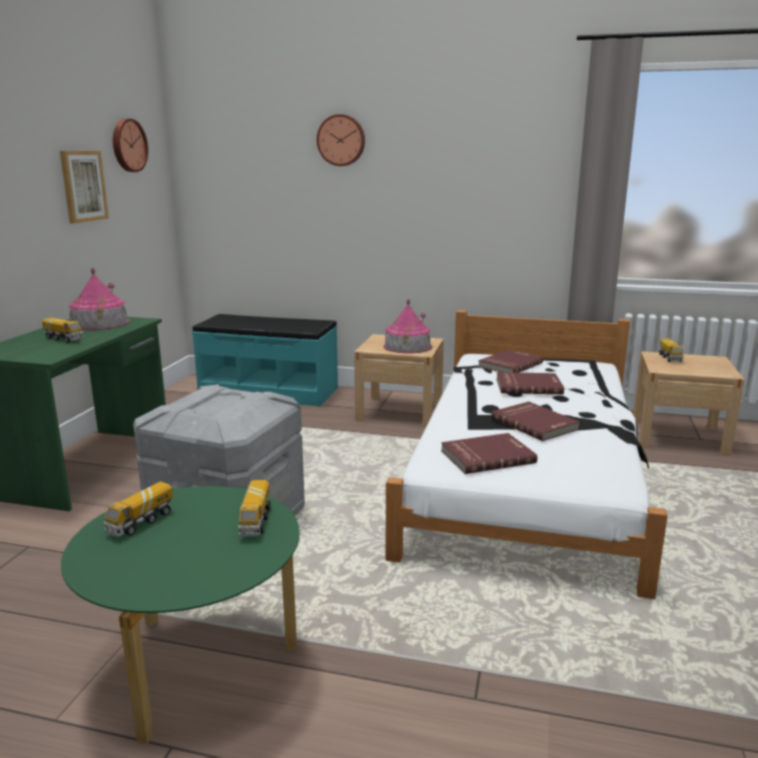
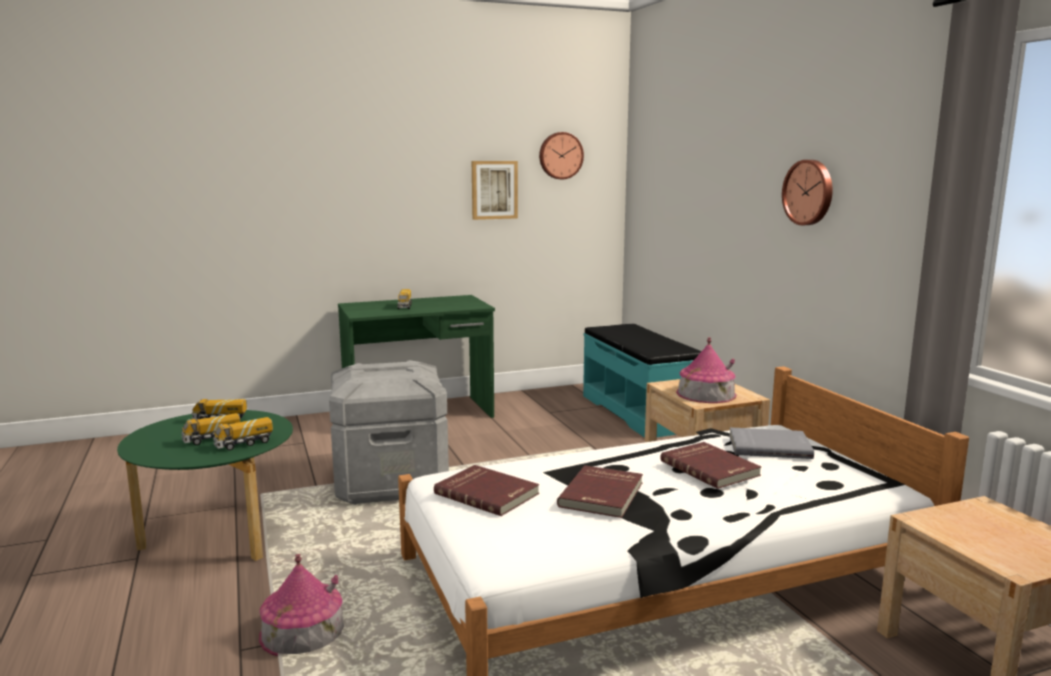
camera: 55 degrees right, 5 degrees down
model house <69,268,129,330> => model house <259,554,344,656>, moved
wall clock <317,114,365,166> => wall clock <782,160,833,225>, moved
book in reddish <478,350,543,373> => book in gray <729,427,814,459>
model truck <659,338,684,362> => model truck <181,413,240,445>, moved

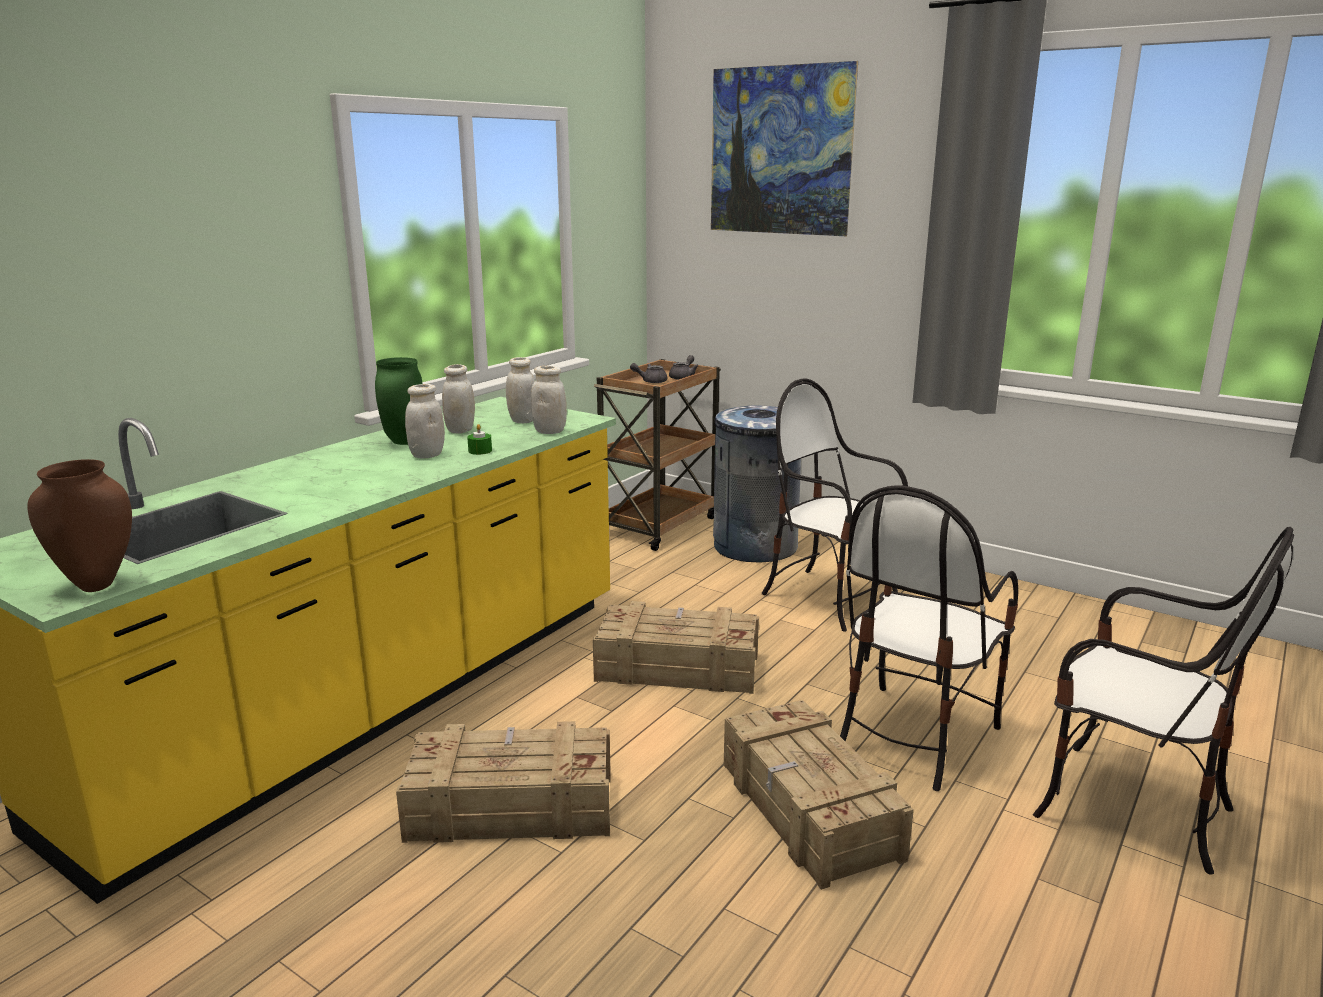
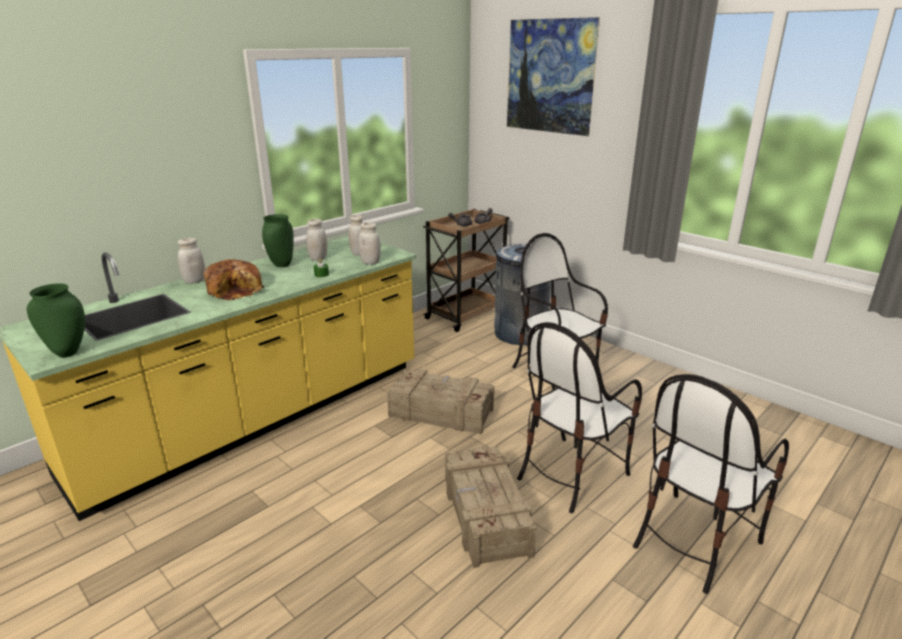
camera: 10 degrees right, 5 degrees up
flower vase in brown-coloured <27,459,132,592> => flower vase in greenish <27,283,85,358>
crate <396,721,611,843> => nothing
storage jar in white <405,384,445,458> => storage jar in white <178,238,205,284>, moved
plain chair <1033,527,1294,875> => plain chair <633,374,789,594>, 90 degrees clockwise
nothing => baked bread <203,259,264,300>

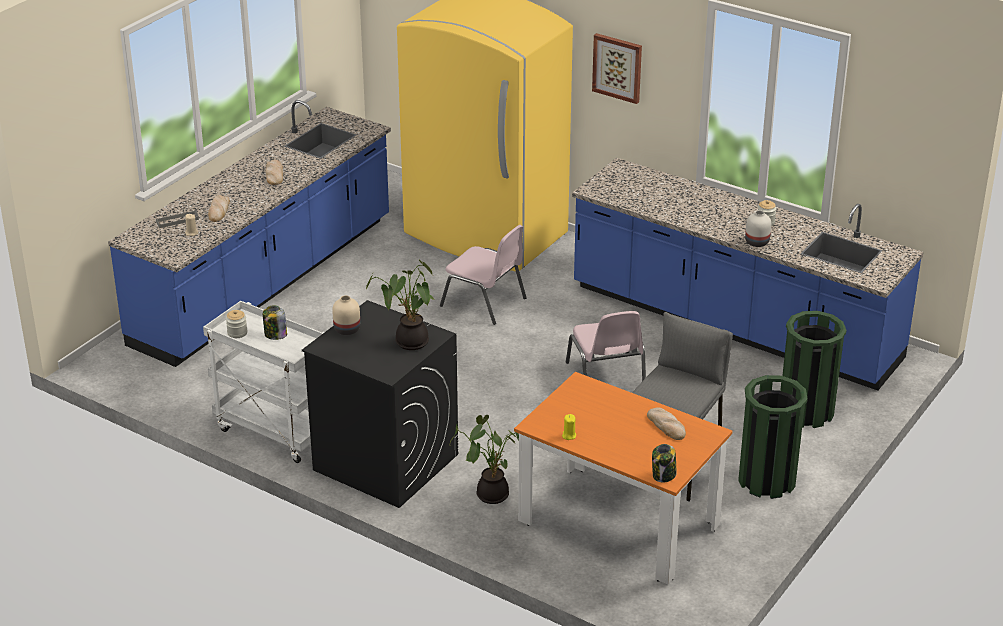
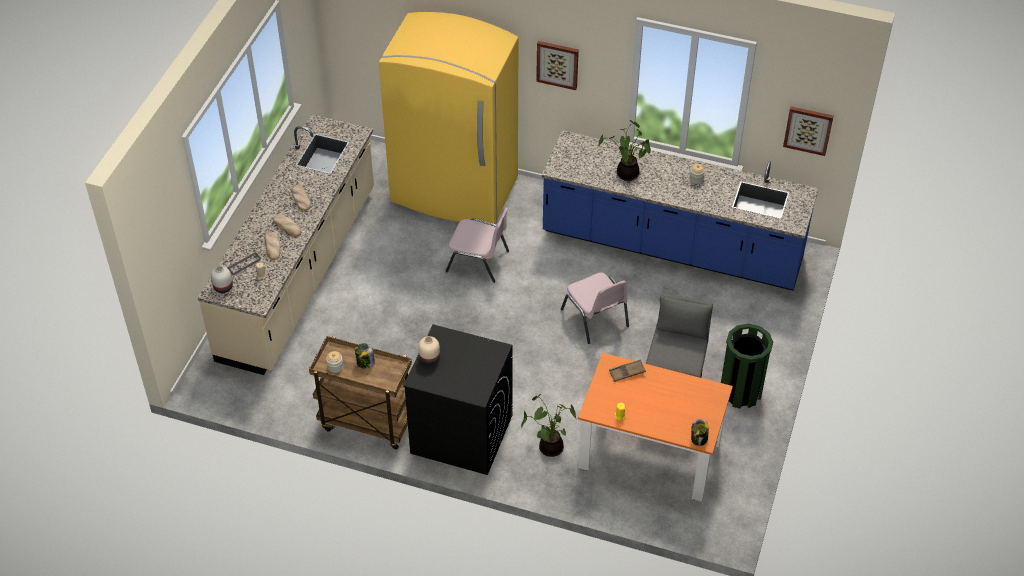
camera: 15 degrees left, 15 degrees up
kitchen counter in blue <108,100,391,367> => kitchen counter in beige <198,114,374,375>
wheeled cart in white <203,301,324,463> => wheeled cart in brown-coloured <309,336,412,450>
plant in a pot <366,260,434,350> => plant in a pot <598,120,651,181>, moved
baked bread <647,407,686,440> => baked bread <273,214,301,237>, moved
flower vase in white <745,210,771,247> => flower vase in white <211,266,233,293>, moved
rubbish bin in greenish <782,311,847,428> => nothing
nothing => tray in brown-coloured <609,359,646,382>
nothing => wall art <783,106,834,156>

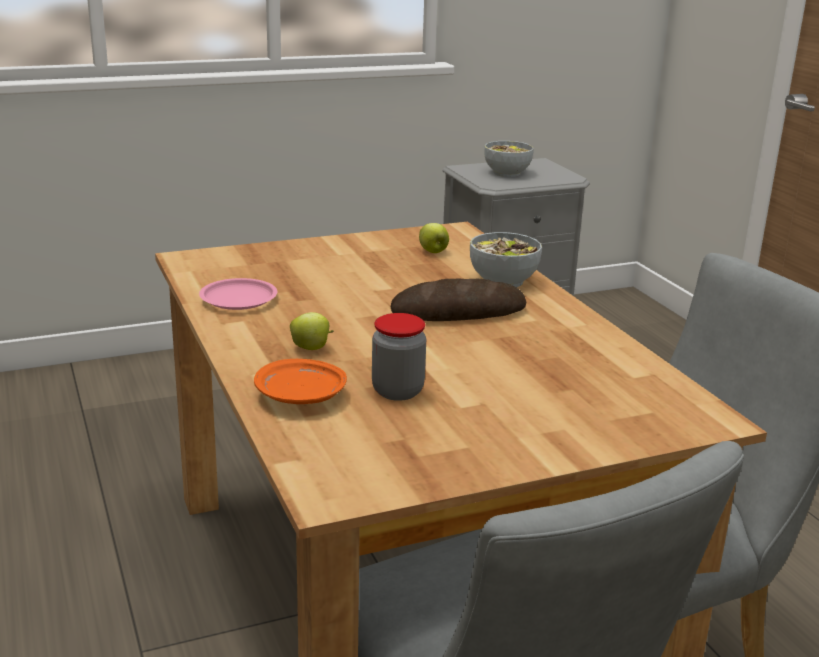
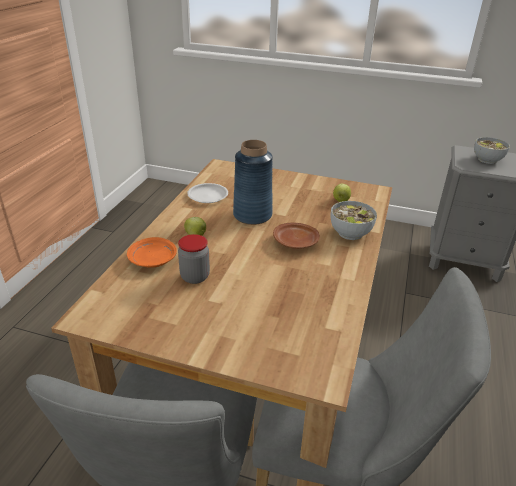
camera: 40 degrees right, 10 degrees up
dinner plate in pink <199,278,277,310> => dinner plate in white <187,183,228,203>
baked bread <391,279,526,321> => dinner plate in brown-coloured <273,223,320,249>
nothing => flower vase in blue <233,140,273,225>

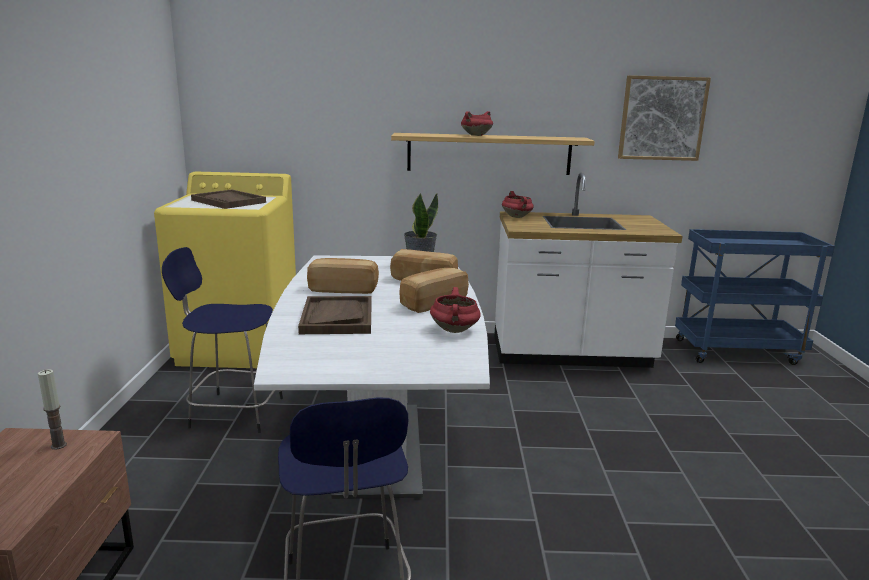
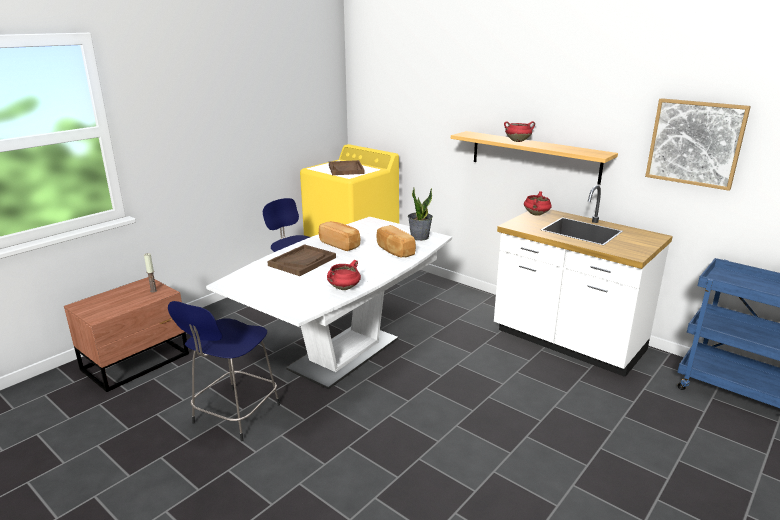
camera: 40 degrees right, 5 degrees up
baked bread <399,268,469,313> => nothing

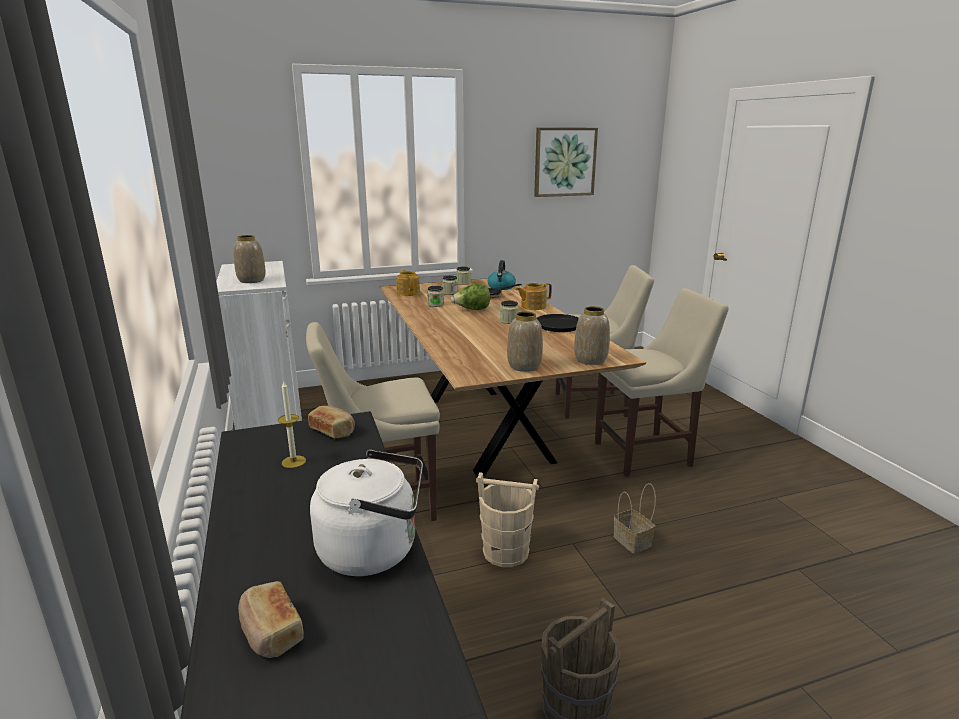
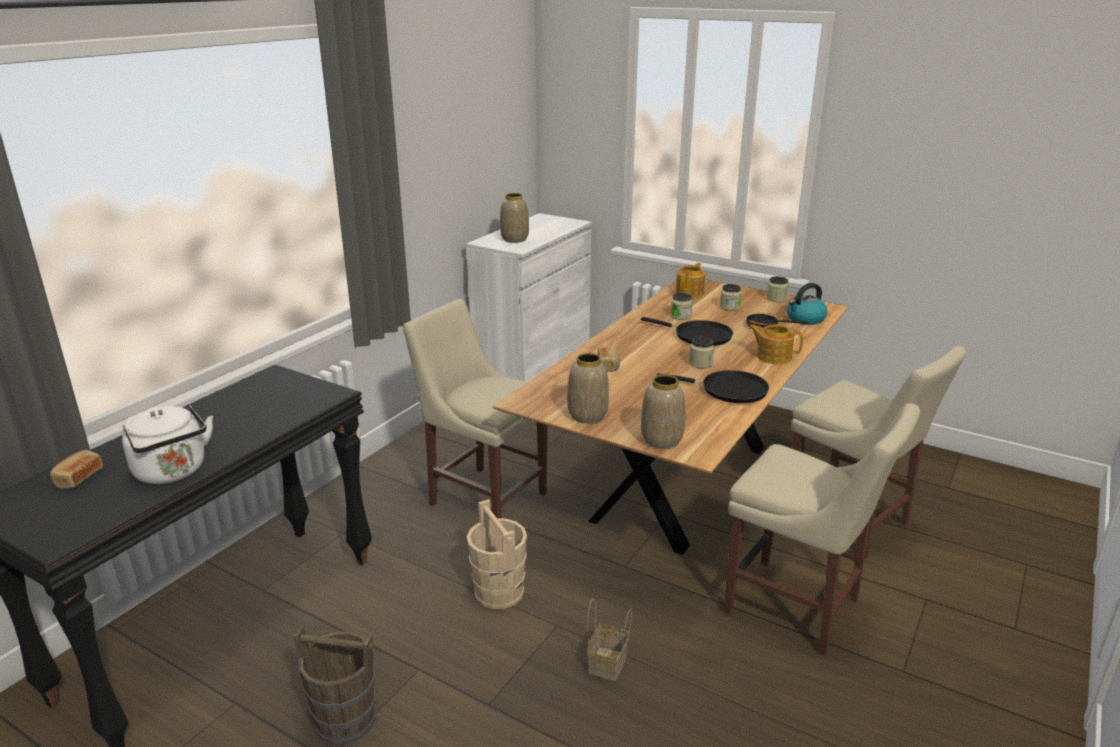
camera: 50 degrees right, 5 degrees up
wax candle <278,381,306,468> => nothing
baked bread <308,406,355,438> => baked bread <598,346,620,372>, moved
head of lettuce <451,284,491,310> => frying pan in black <641,317,733,346>
wall art <534,128,598,197> => nothing

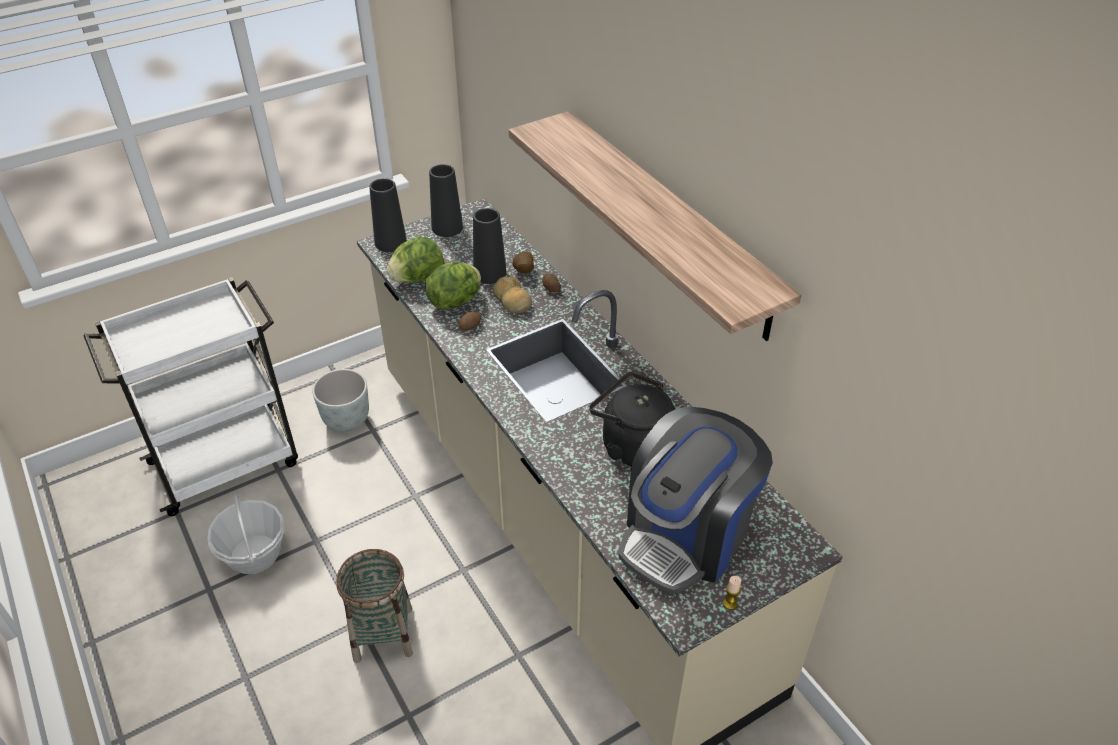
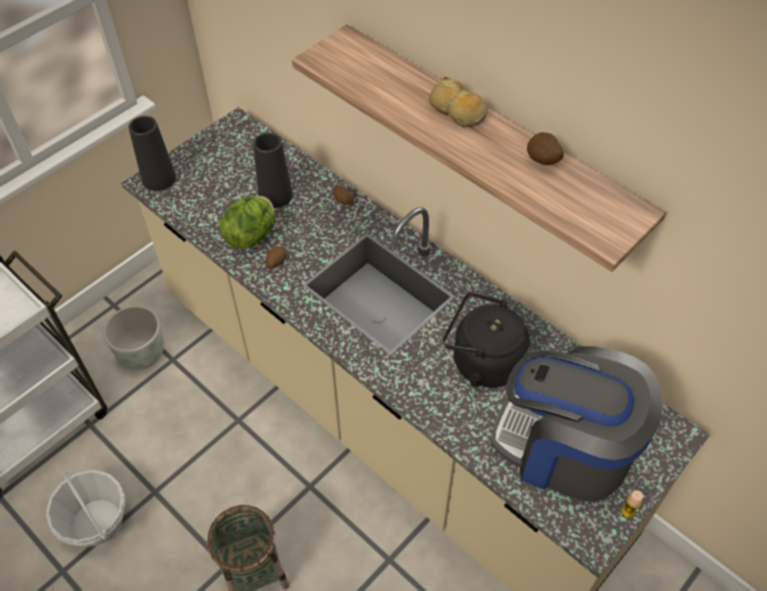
camera: 15 degrees left, 10 degrees up
head of lettuce <387,237,445,283> => nothing
flower vase in black <429,164,463,237> => nothing
baked bread <493,274,531,313> => baked bread <428,77,487,127>, moved
whole potato <513,252,534,273> => whole potato <527,132,564,165>, moved
coffee machine <619,406,773,594> => coffee machine <491,346,663,502>, 90 degrees clockwise

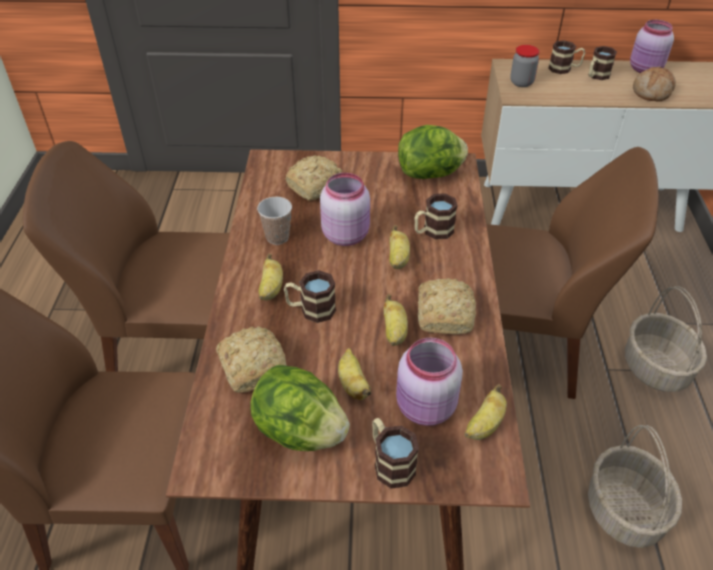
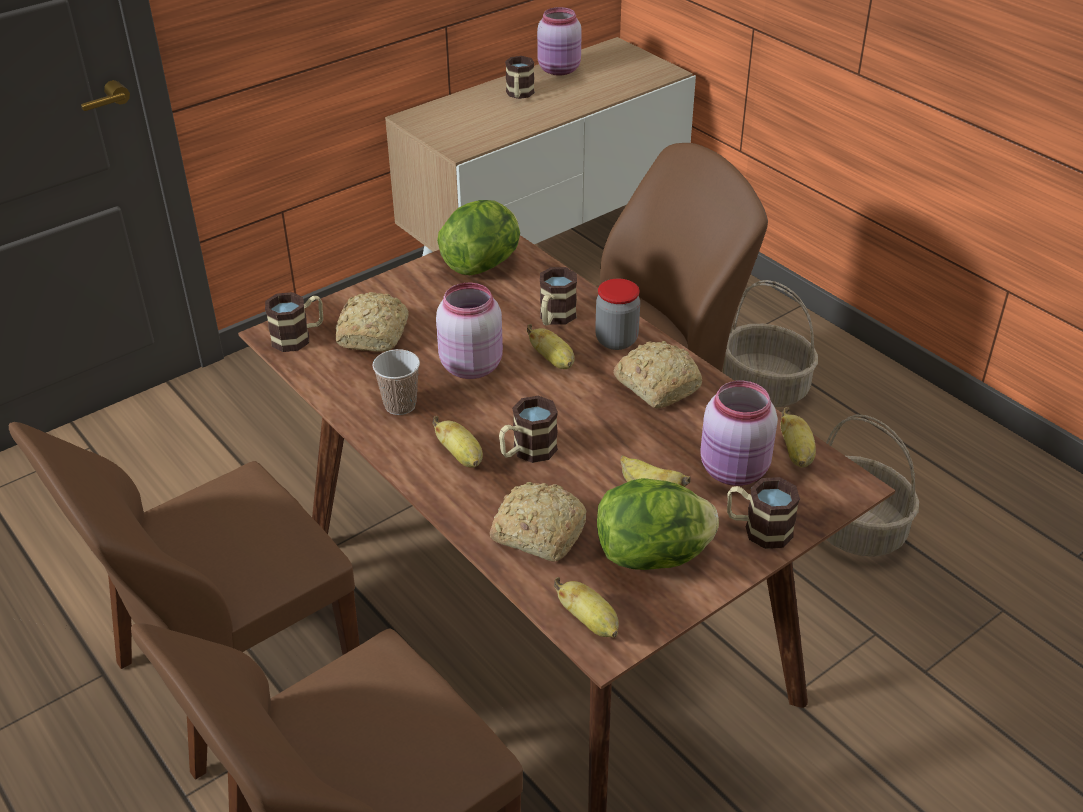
camera: 40 degrees left, 5 degrees down
whole banana <384,294,408,346> => whole banana <554,577,619,638>, moved
storage jar <510,45,540,87> => storage jar <595,279,640,350>, moved
tea mug <548,40,585,74> => tea mug <265,292,323,352>, moved
baked bread <633,67,676,102> => nothing

